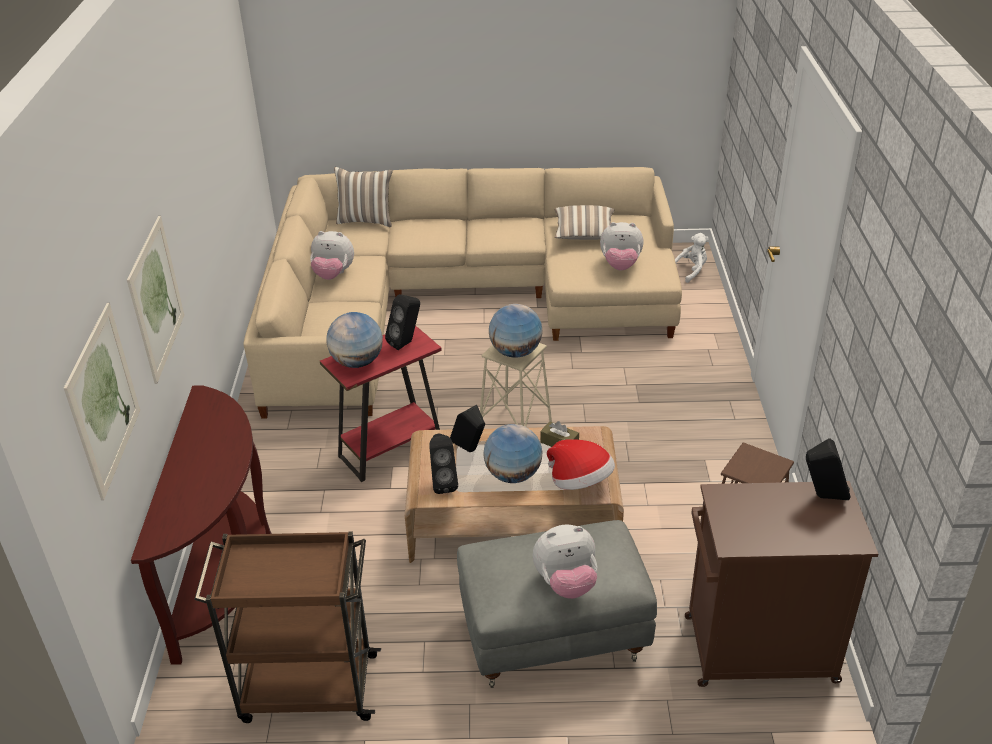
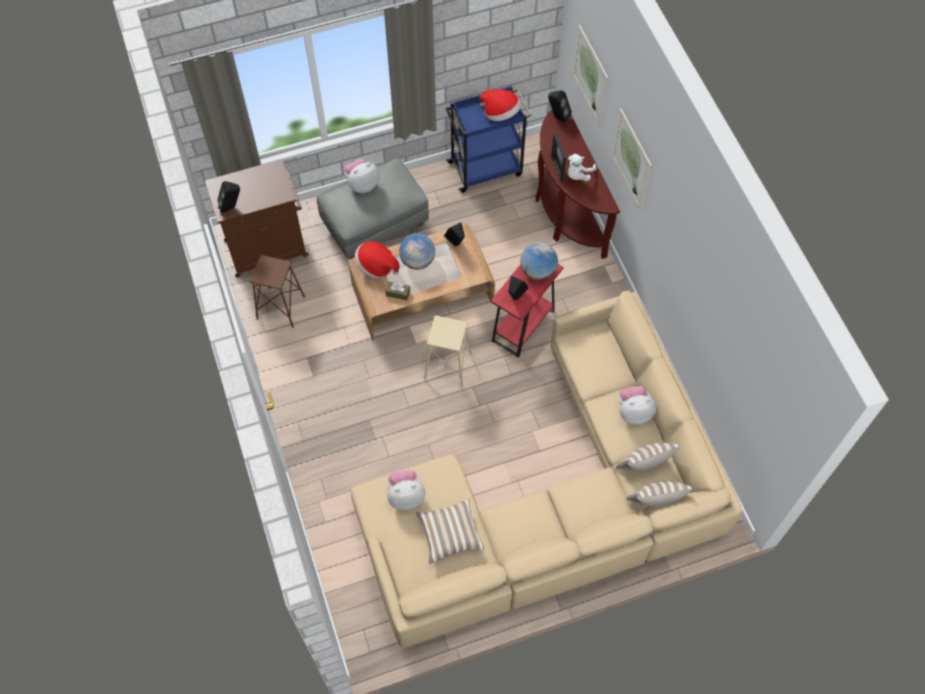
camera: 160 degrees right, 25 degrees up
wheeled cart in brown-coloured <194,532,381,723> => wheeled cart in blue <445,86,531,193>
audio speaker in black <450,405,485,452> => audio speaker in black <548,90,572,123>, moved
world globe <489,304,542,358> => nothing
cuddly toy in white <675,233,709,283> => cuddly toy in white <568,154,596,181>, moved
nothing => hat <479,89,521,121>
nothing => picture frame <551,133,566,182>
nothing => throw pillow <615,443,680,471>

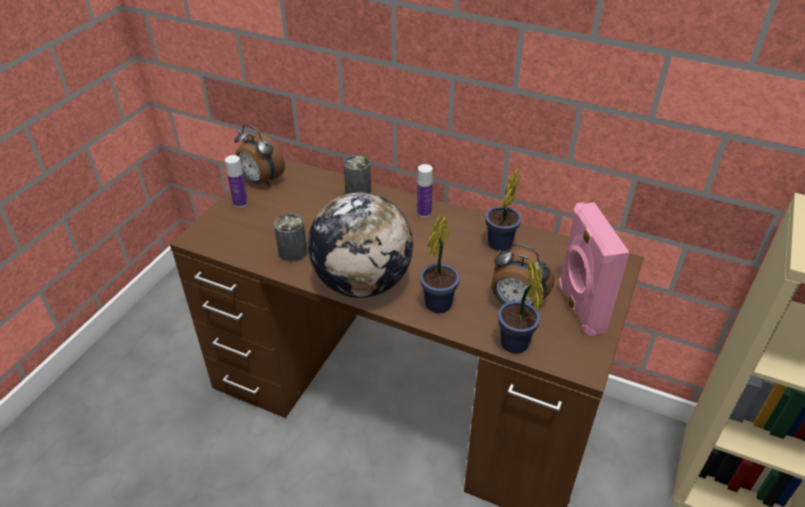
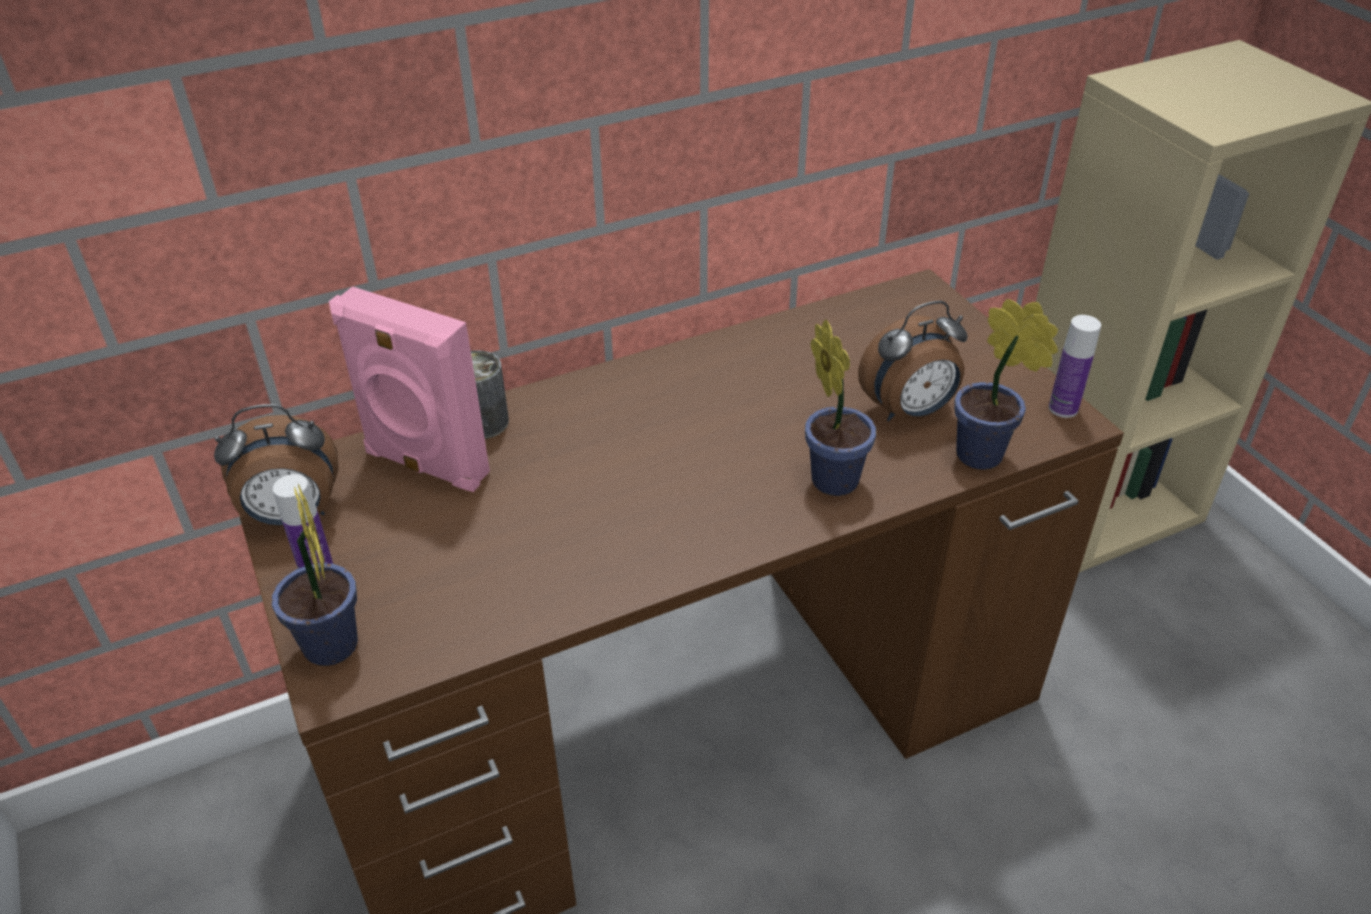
camera: 50 degrees left, 0 degrees up
metal can <274,214,307,262> => nothing
world globe <308,192,413,298> => nothing
bottle <417,164,433,217> => bottle <1049,315,1101,418>, moved
plant in a pot <485,168,521,251> => plant in a pot <272,484,358,666>, moved
audio speaker in pink <558,202,630,336> => audio speaker in pink <329,286,490,492>, moved

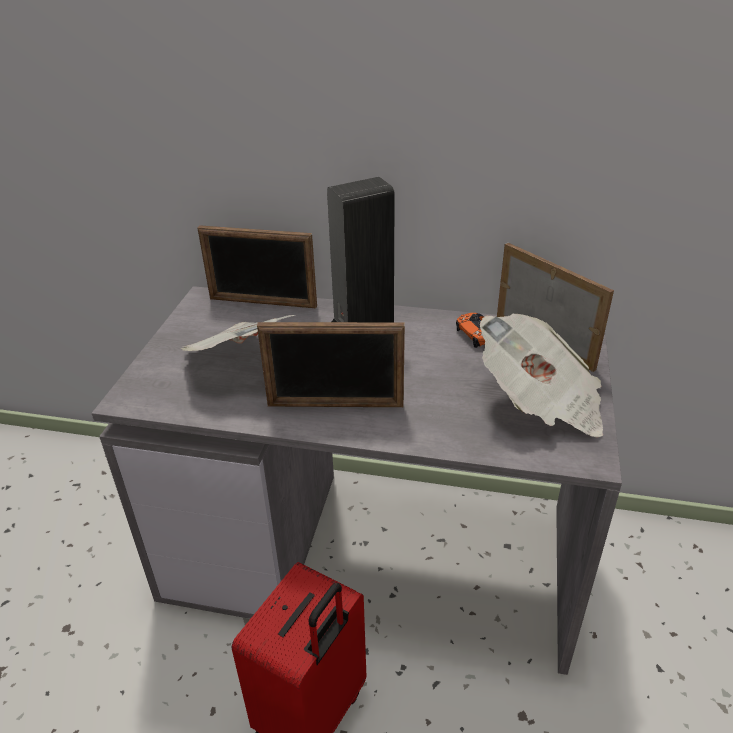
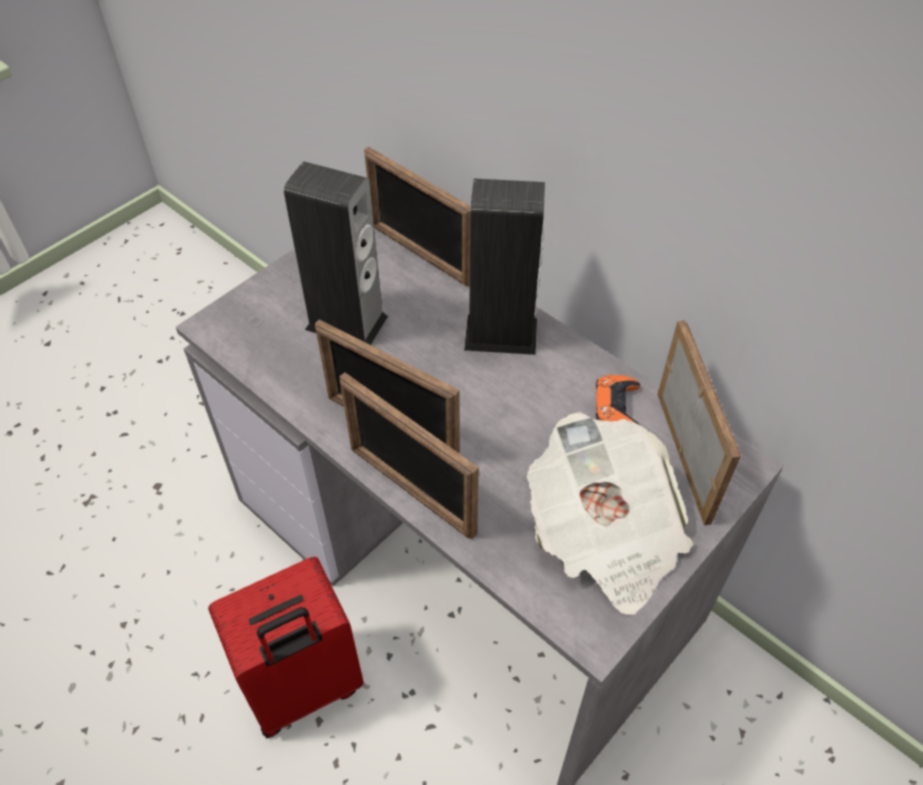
camera: 30 degrees right, 15 degrees up
newspaper <181,315,295,351> => audio speaker <284,162,388,345>
nothing => picture frame <340,372,479,539>

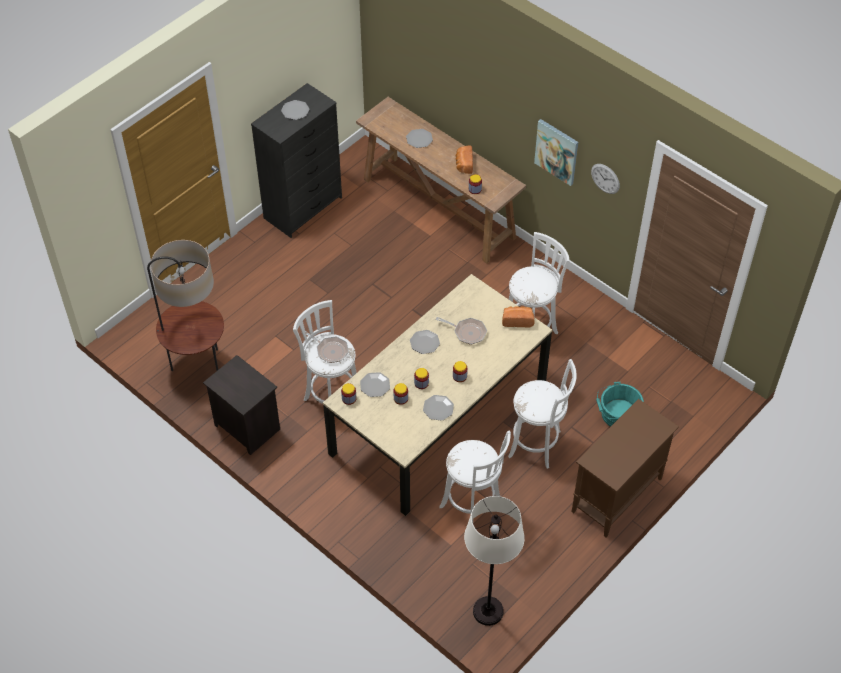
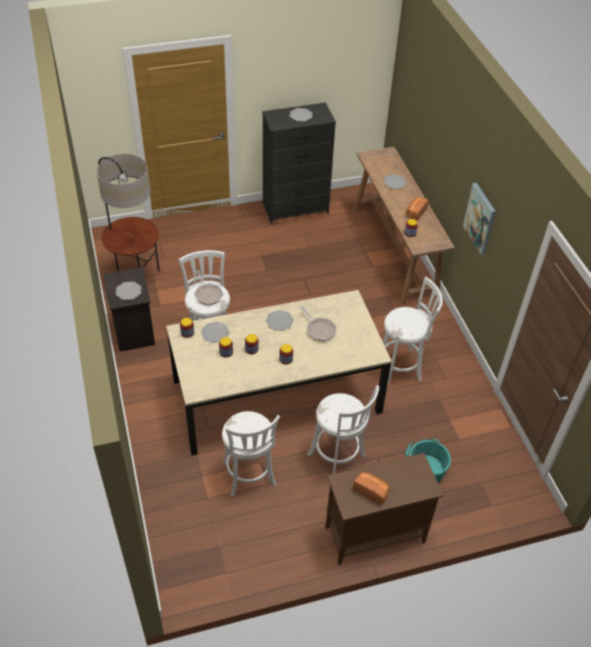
camera: 30 degrees right, 5 degrees down
dinner plate <423,395,454,421> => dinner plate <116,282,141,300>, moved
standard lamp in white <464,496,525,626> => nothing
baked bread <502,307,534,328> => baked bread <353,472,389,505>, moved
wall clock <591,164,620,194> => nothing

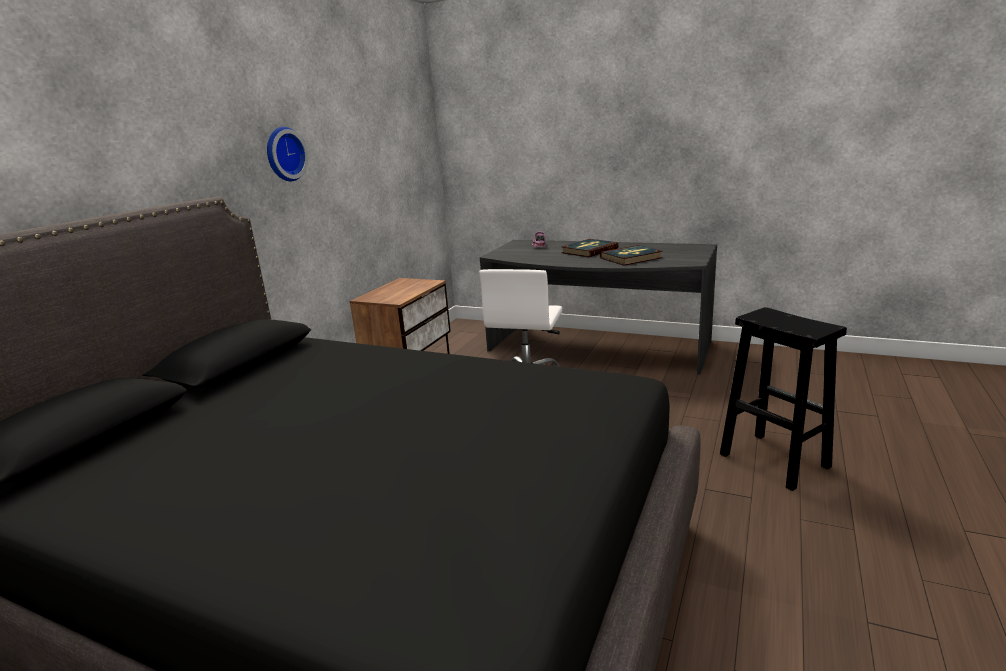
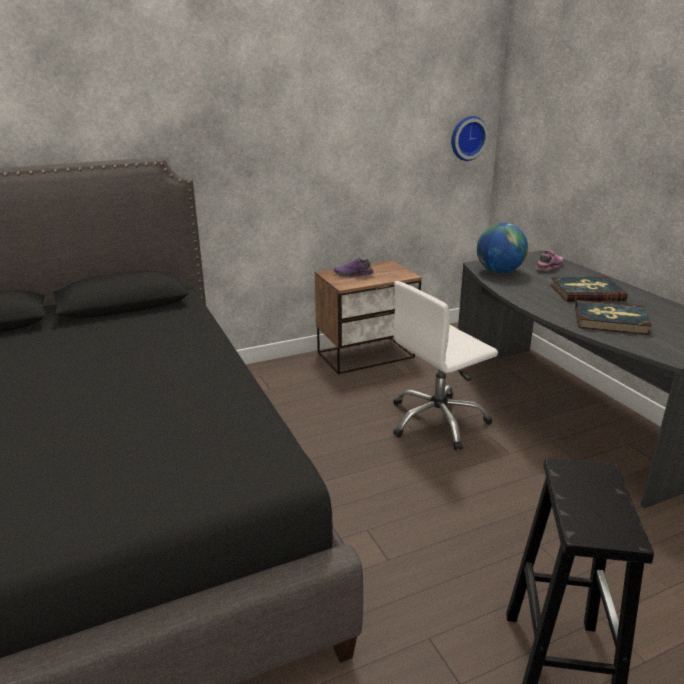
camera: 40 degrees right, 5 degrees up
wall clock <267,127,308,181> => wall clock <451,116,488,161>, moved
nothing => shoe in purplish <334,258,374,277>
nothing => world globe <477,223,528,273>

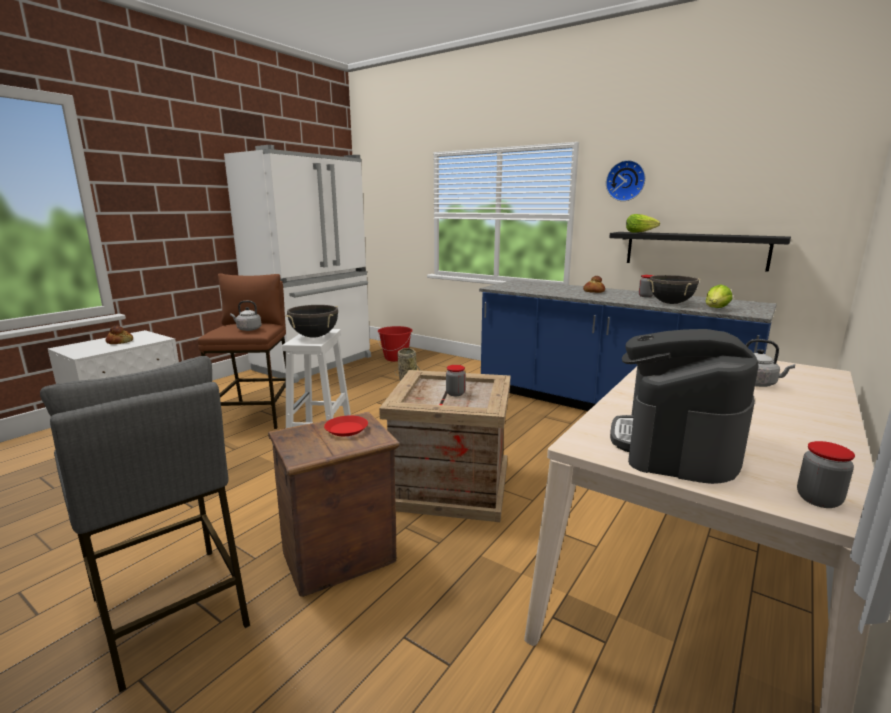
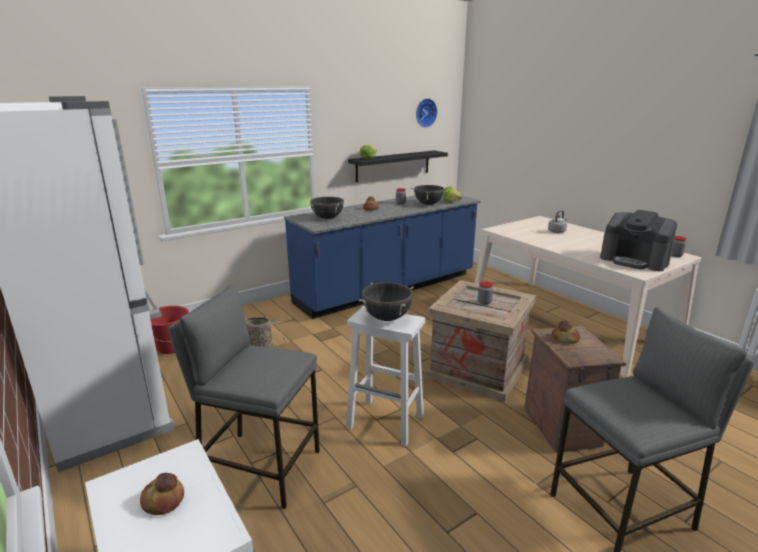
camera: 70 degrees left, 5 degrees up
sitting stool in brown-coloured <198,273,286,429> => sitting stool in gray <168,284,320,509>
water kettle in gray <230,301,262,331> => nothing
dinner plate in reddish <324,415,368,436> => baked bread <552,321,580,344>
wall clock <606,160,646,201> => wall clock <416,98,437,128>, moved
nothing => cooking pot in black <309,197,344,219>

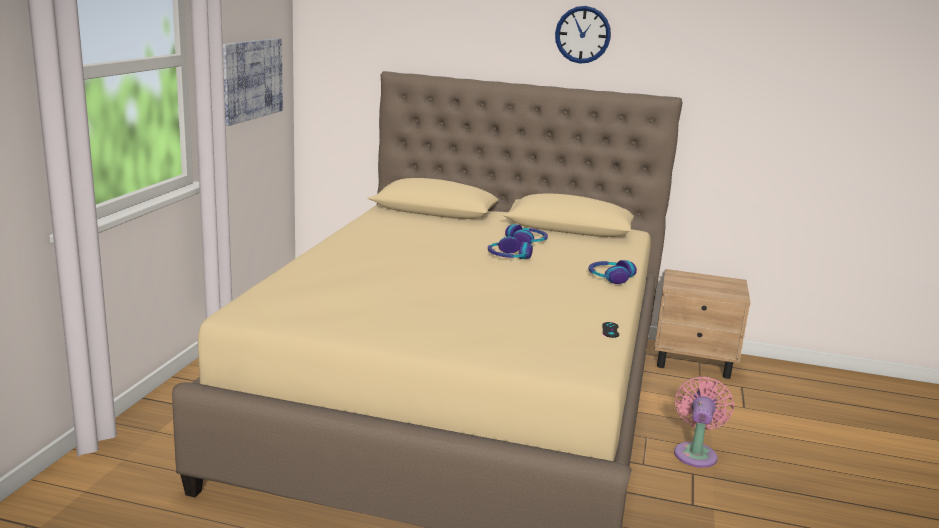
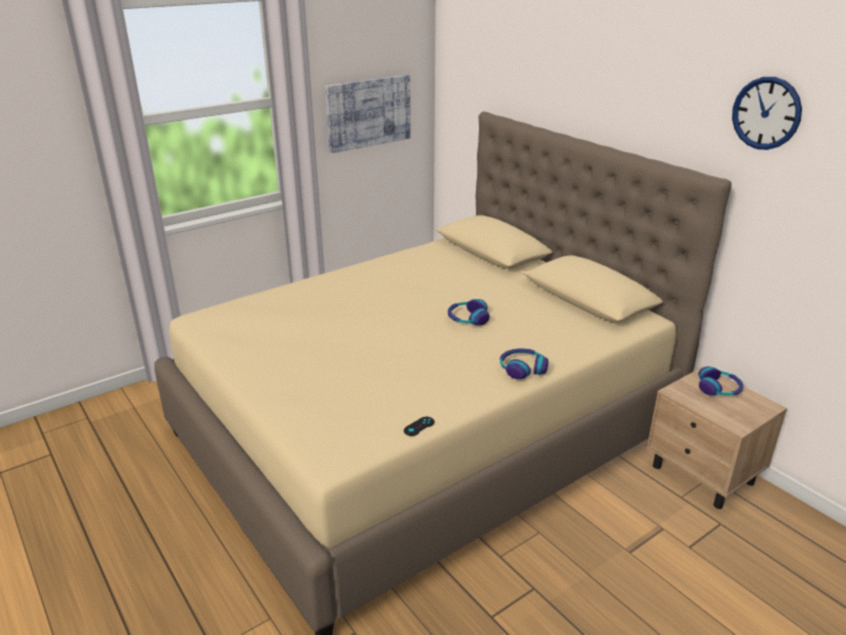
camera: 40 degrees right, 10 degrees up
headphones <505,224,548,244> => headphones <698,366,743,396>, moved
wall clock <555,6,611,64> => wall clock <732,77,802,150>, moved
electric fan in pink <674,377,734,468> => nothing

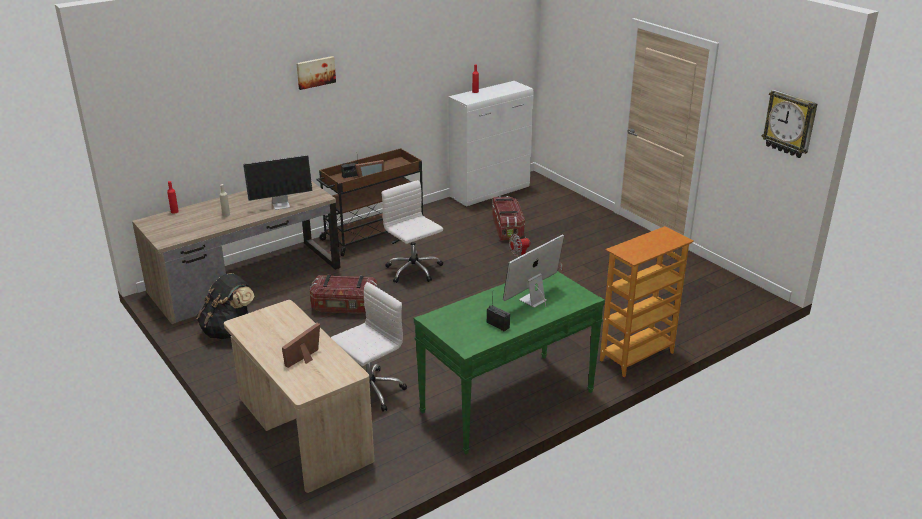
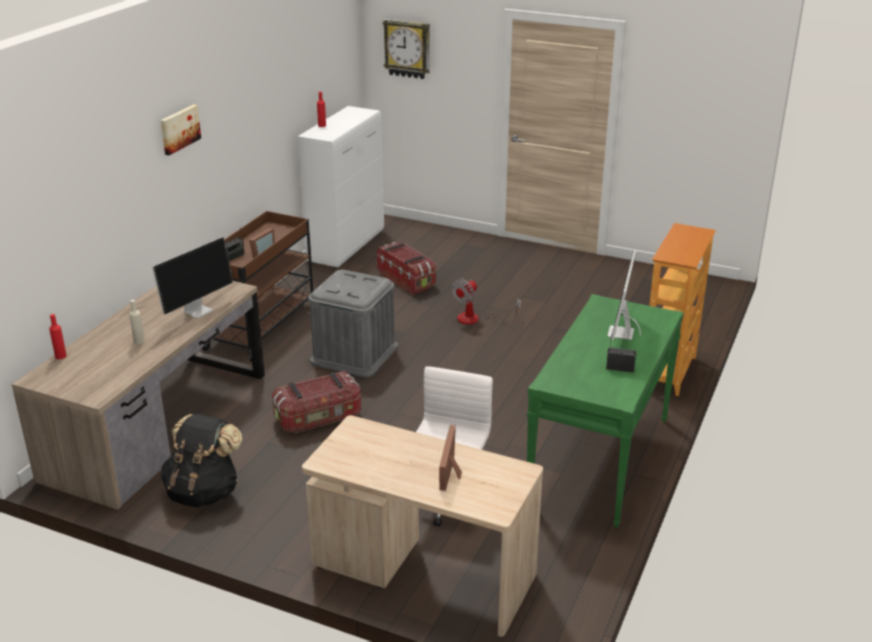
camera: 30 degrees left, 0 degrees up
office chair in white <381,180,443,283> => storage box in gray <308,270,398,377>
wall clock <761,90,817,158> => wall clock <383,19,430,79>, moved

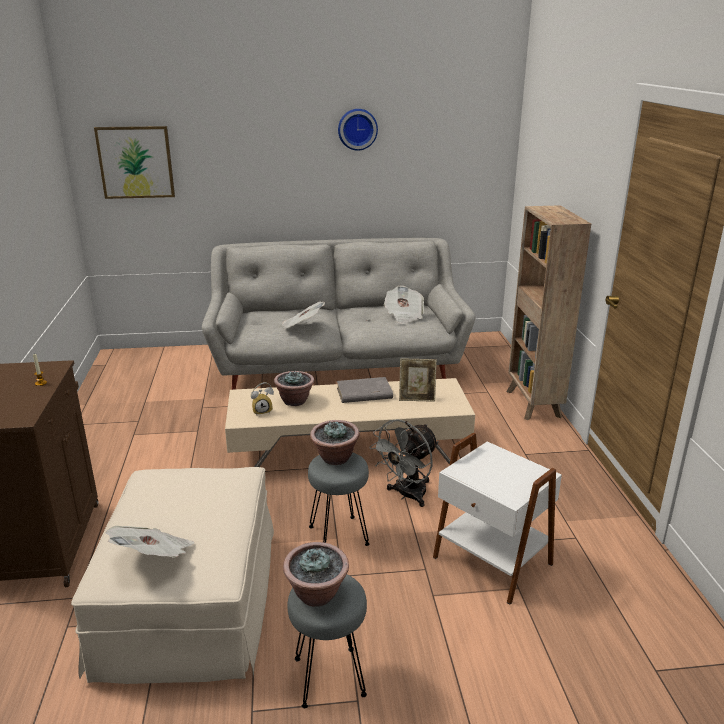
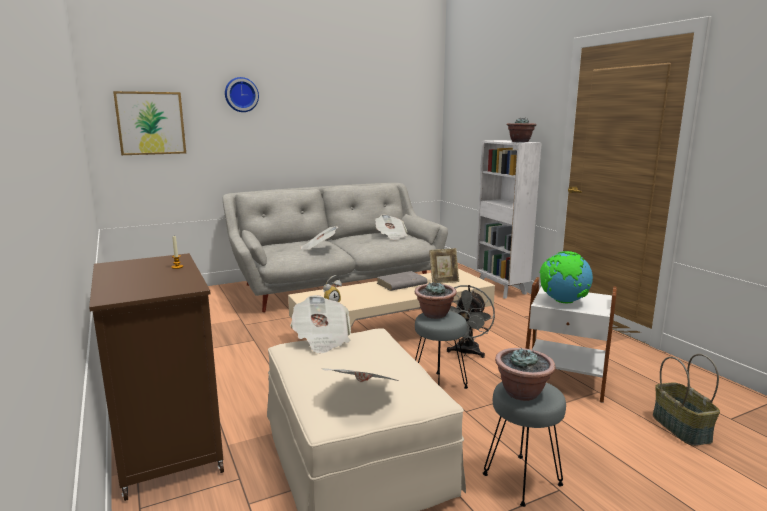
camera: 20 degrees left, 10 degrees down
plant in a pot <274,371,314,406> => plant in a pot <507,118,536,142>, moved
wall clock <338,109,378,151> => wall clock <225,77,259,112>, moved
bookshelf in brown-coloured <507,205,591,420> => bookshelf in white <476,140,542,298>
nothing => newspaper <291,295,351,354>
nothing => world globe <540,251,593,303>
nothing => basket <653,354,720,446>

